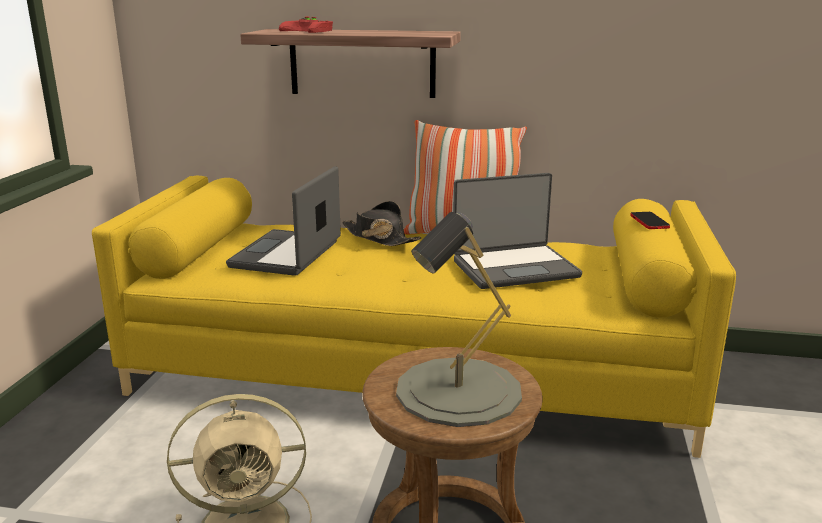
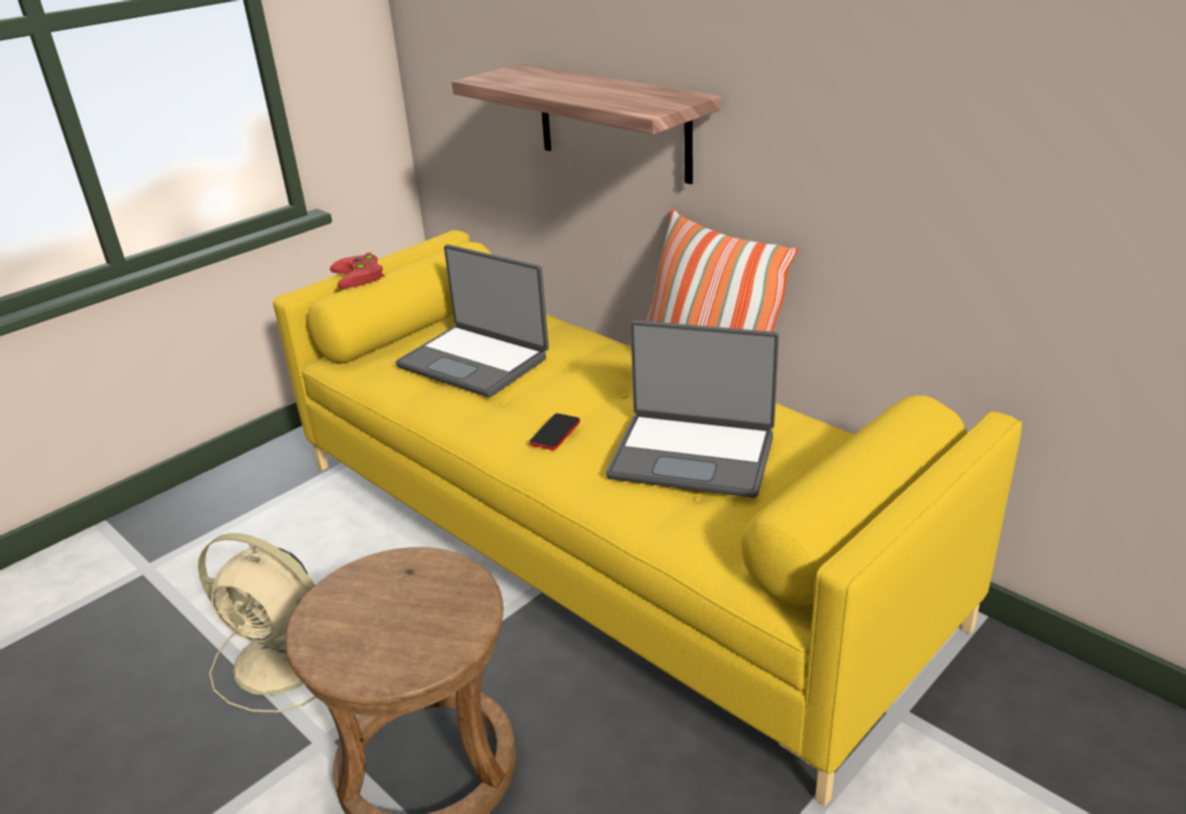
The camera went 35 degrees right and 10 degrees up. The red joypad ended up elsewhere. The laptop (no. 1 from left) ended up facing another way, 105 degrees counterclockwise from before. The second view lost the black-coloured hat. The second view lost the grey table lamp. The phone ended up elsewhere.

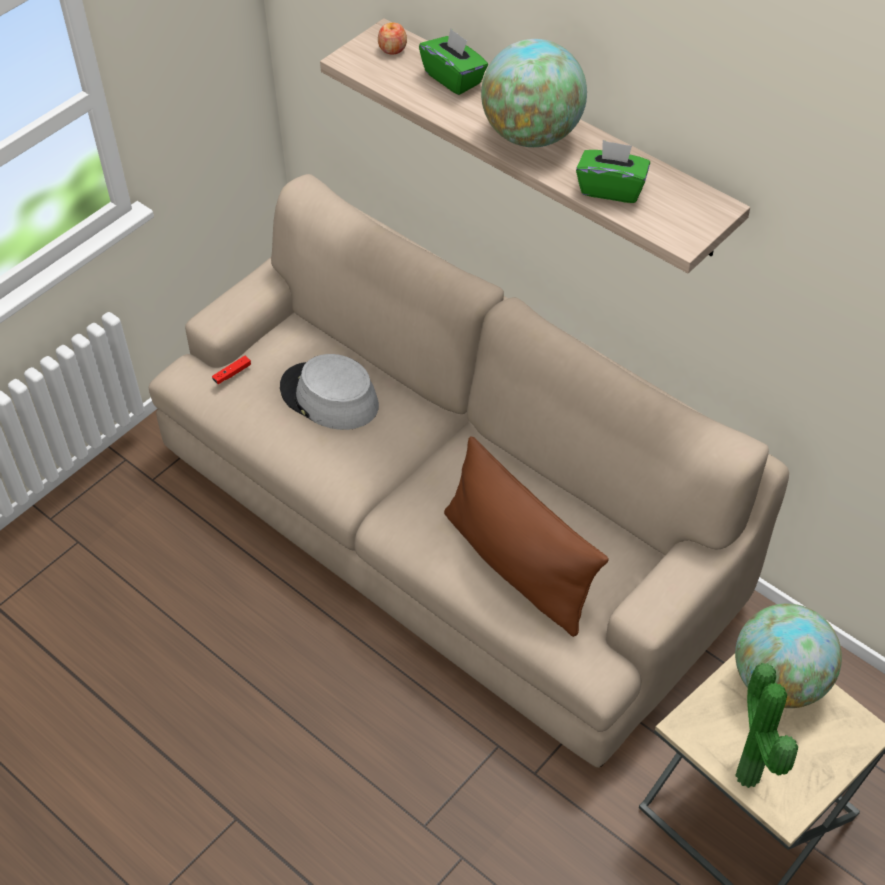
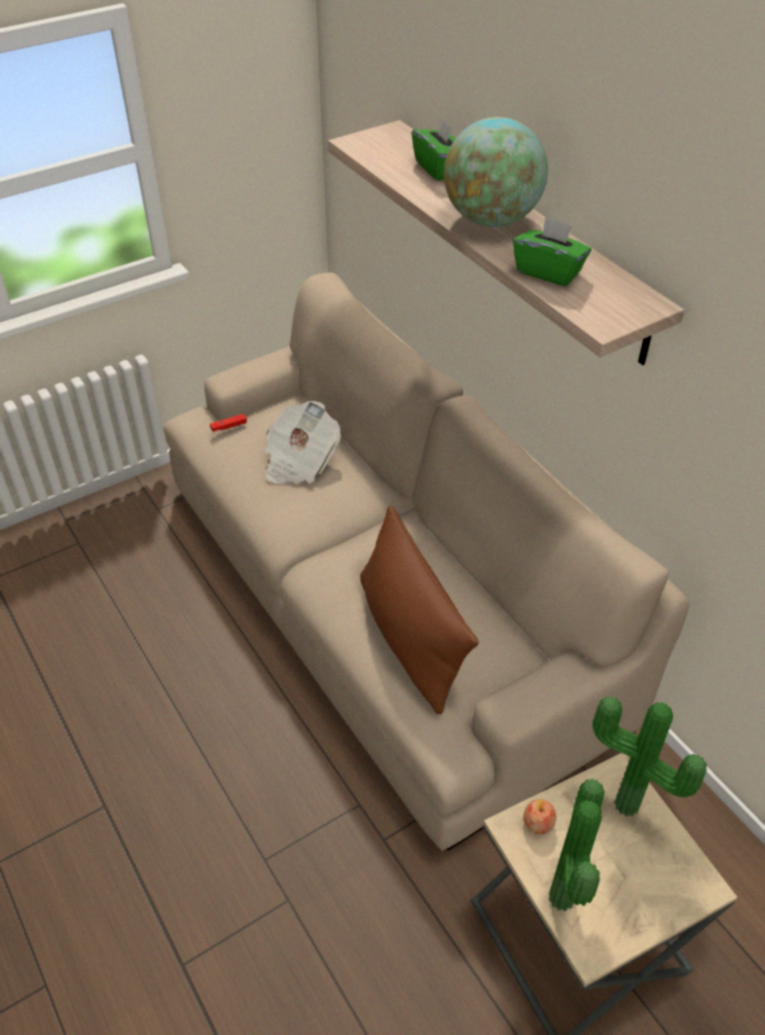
The camera went 15 degrees right and 5 degrees down. The apple ended up elsewhere. Where the grey hat stood, the newspaper came to stand. Where the globe (no. 2 from left) stood, the houseplant (no. 2 from left) came to stand.

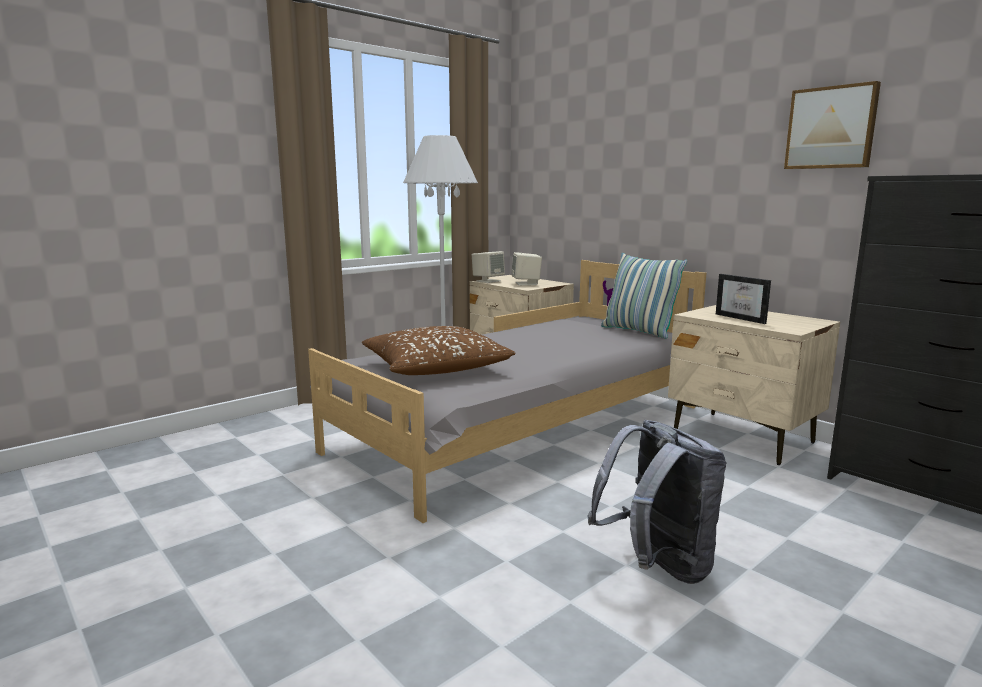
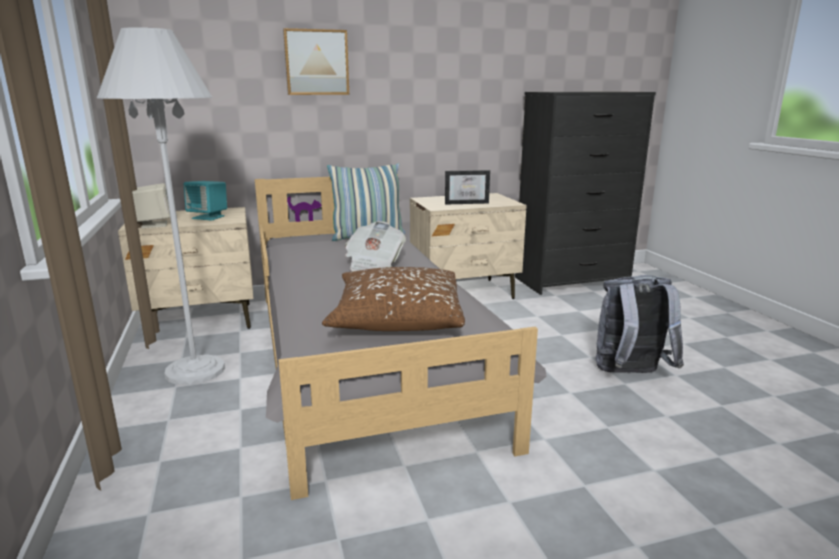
The camera went 65 degrees left and 5 degrees up. The wall art ended up elsewhere. What was the beige-coloured loudspeaker (no. 2 from left) turned into the blue-green loudspeaker. The second view gained the newspaper.

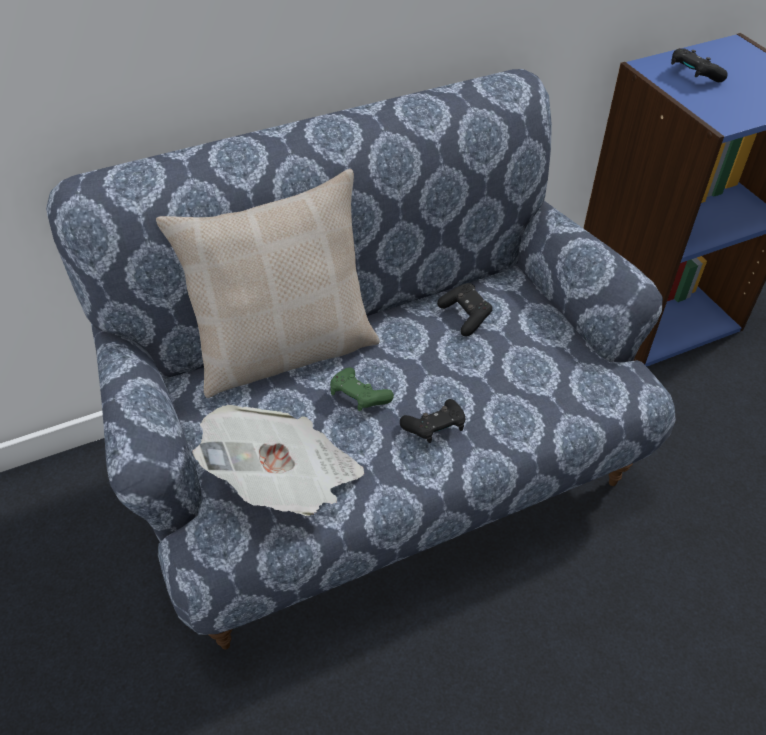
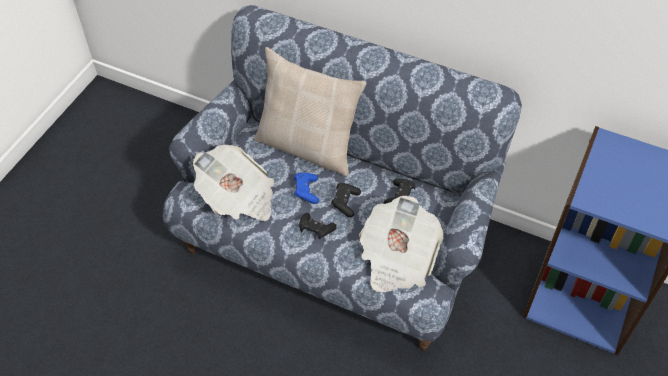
The camera went 50 degrees right and 5 degrees up. The black-coloured joypad (no. 3 from left in the first image) ended up elsewhere. What was the green joypad turned into the bluish joypad. The second view gained the newspaper (no. 2 from left).

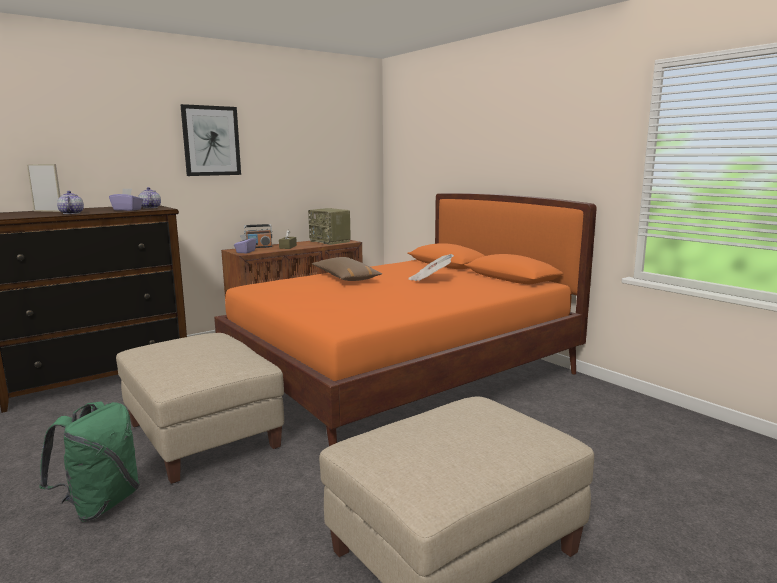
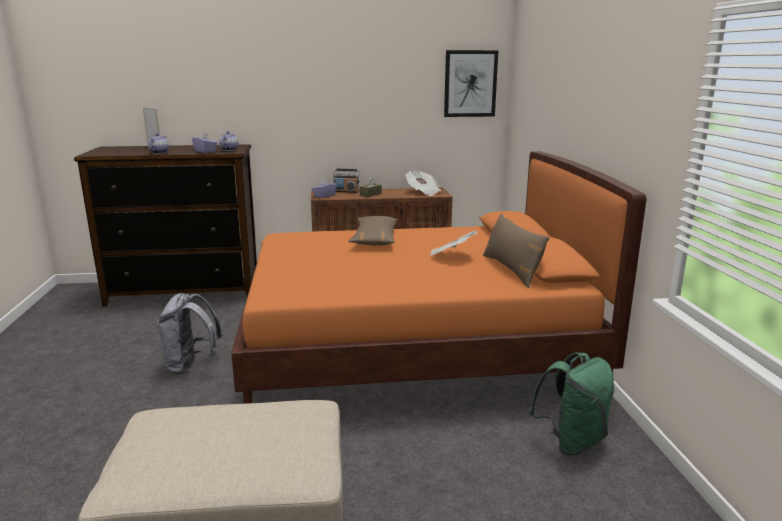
The camera went 30 degrees right and 5 degrees up. The wall art ended up elsewhere. Where the radio (no. 2 from left) stood, the newspaper (no. 1 from left) came to stand. Where the beige-coloured footrest (no. 1 from left) stood, the grey backpack came to stand. The green backpack ended up elsewhere. The second view gained the brownish cushion (no. 2 from left).

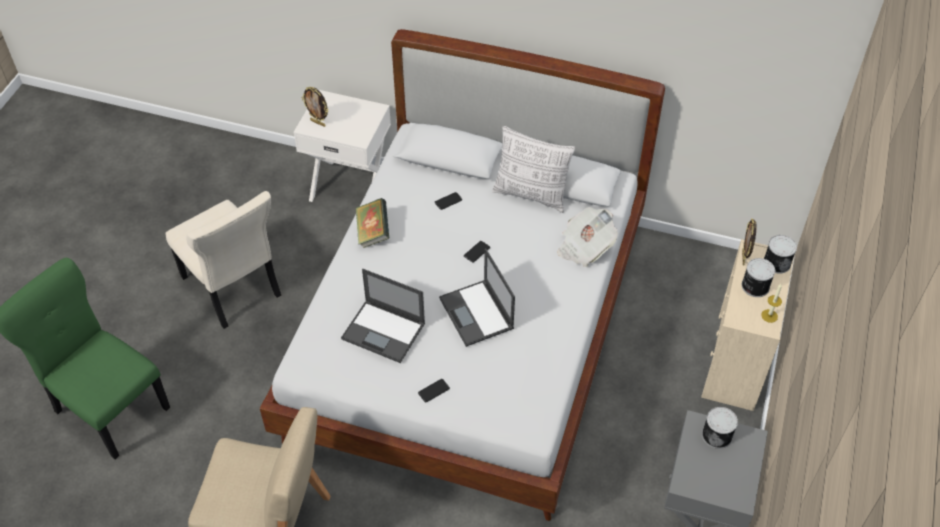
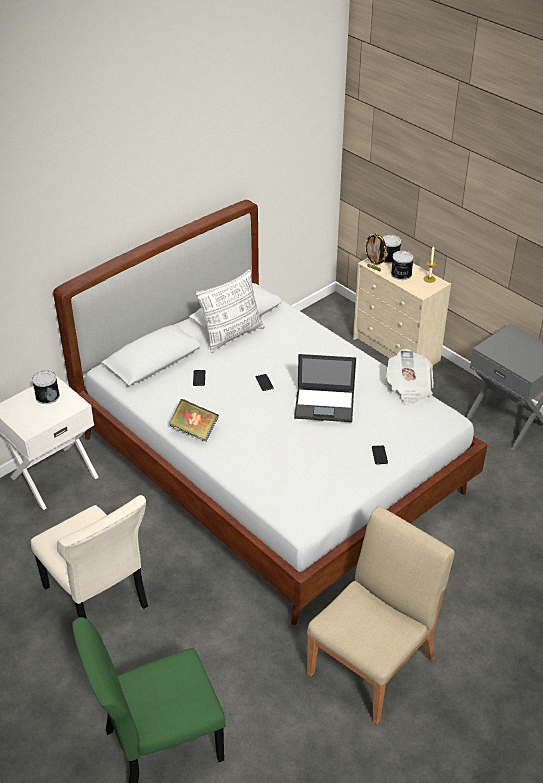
The camera went 60 degrees left and 10 degrees down. The second view lost the photo frame (no. 1 from left). The beige-coloured plain chair (no. 1 from left) ended up facing another way, 60 degrees clockwise from before. The newspaper ended up elsewhere. The second view lost the laptop (no. 1 from left). The can (no. 1 from left) ended up elsewhere.

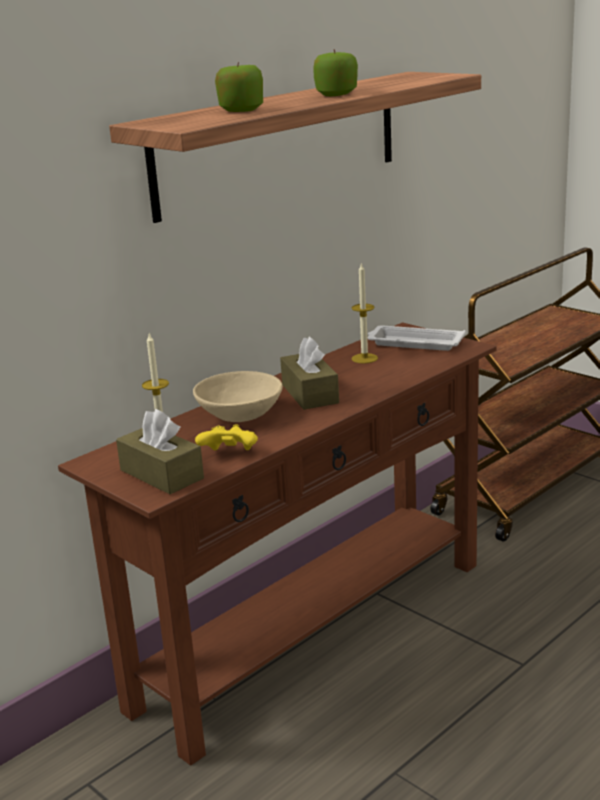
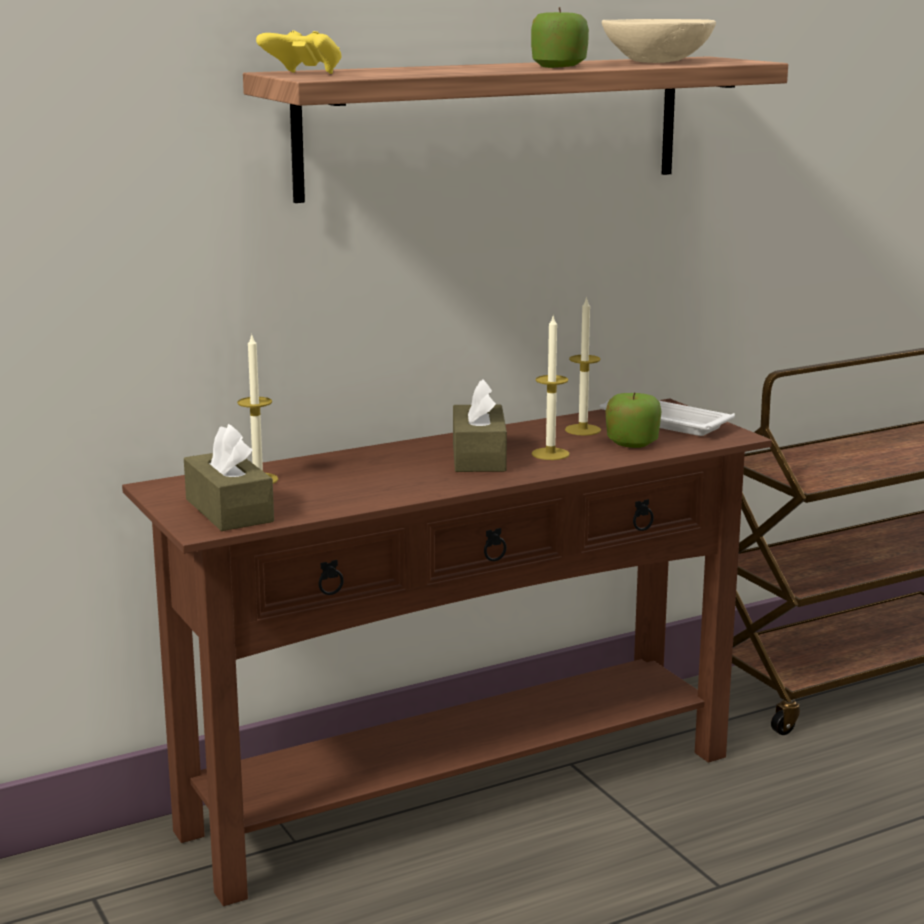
The camera went 15 degrees right and 5 degrees down. The apple (no. 1 from left in the first image) ended up elsewhere. The beige-coloured serving bowl ended up elsewhere. The yellow-coloured joypad ended up elsewhere. The second view gained the wax light (no. 2 from left).

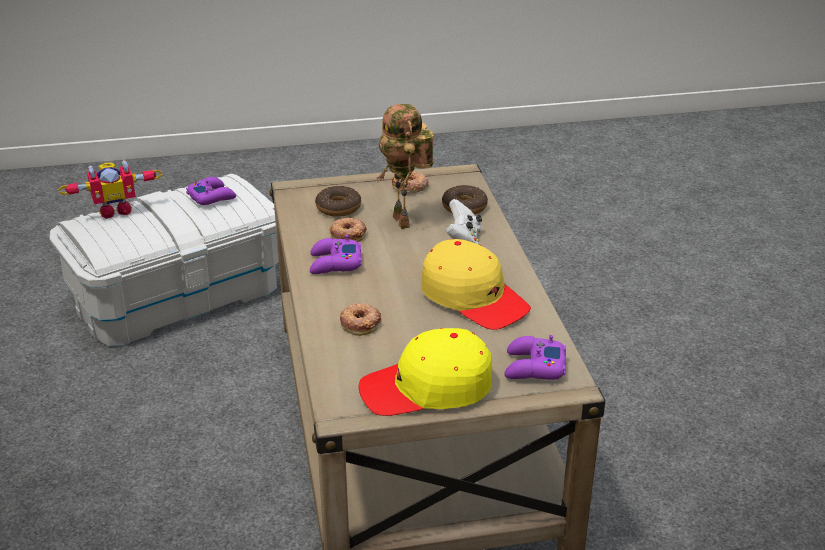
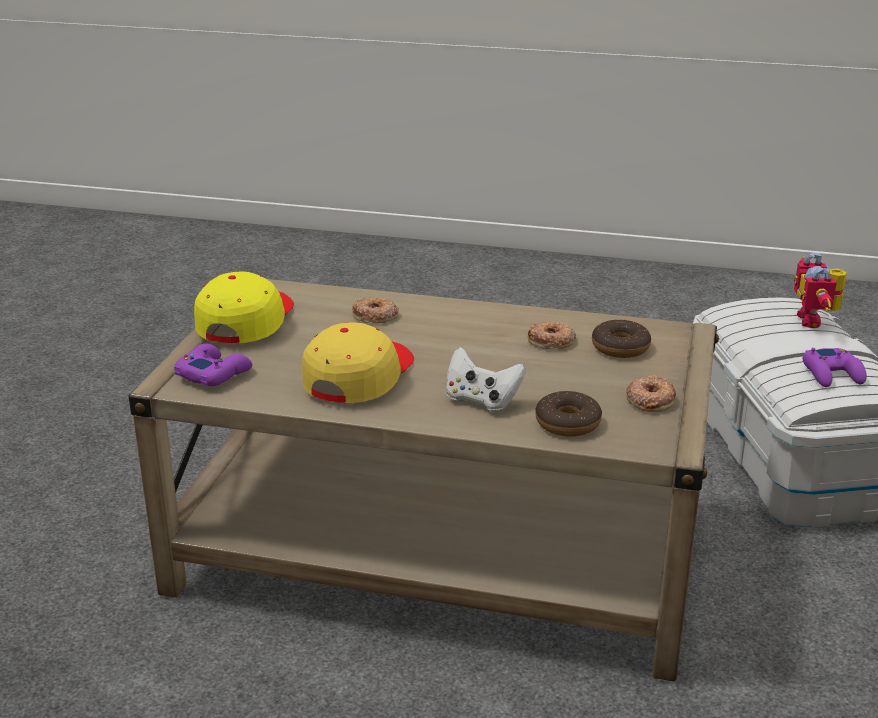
The camera went 115 degrees right and 5 degrees down. The second view lost the model robot (no. 2 from left). The second view lost the purple-coloured joypad (no. 2 from left). The yellow-coloured peaked cap (no. 2 from left) ended up facing another way, 135 degrees clockwise from before.

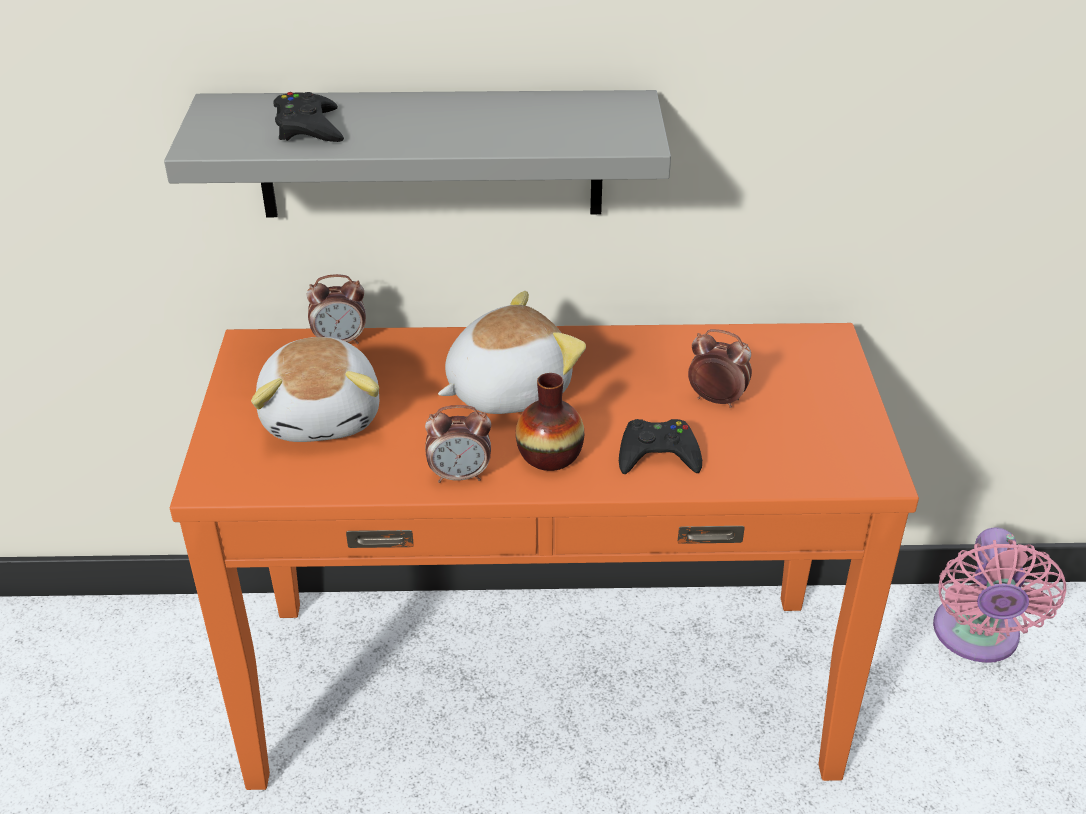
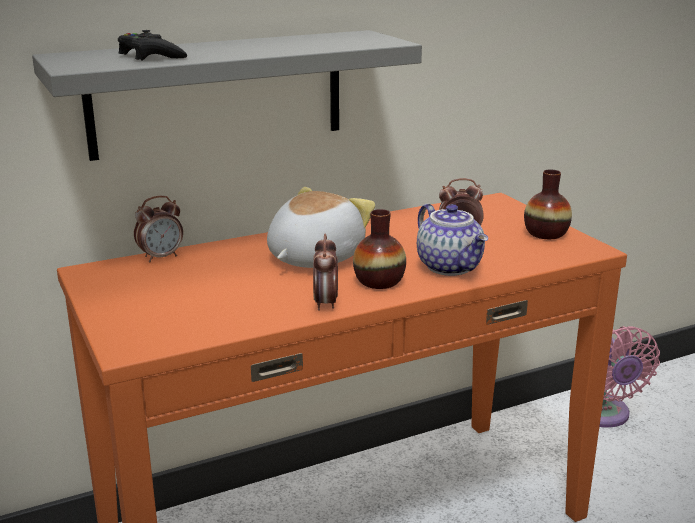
The camera went 25 degrees left and 15 degrees down. The second view lost the plush toy (no. 1 from left). The alarm clock (no. 2 from left) ended up facing another way, 120 degrees clockwise from before. Where the black-coloured joypad (no. 2 from left) stood, the pot for tea came to stand. The second view gained the flower vase (no. 2 from left).

